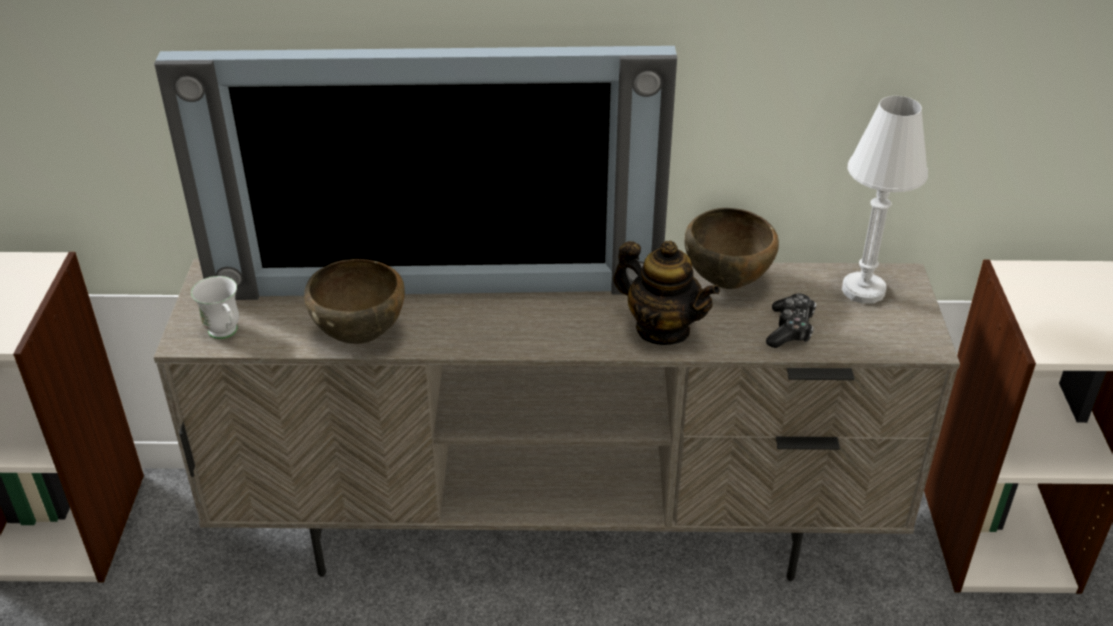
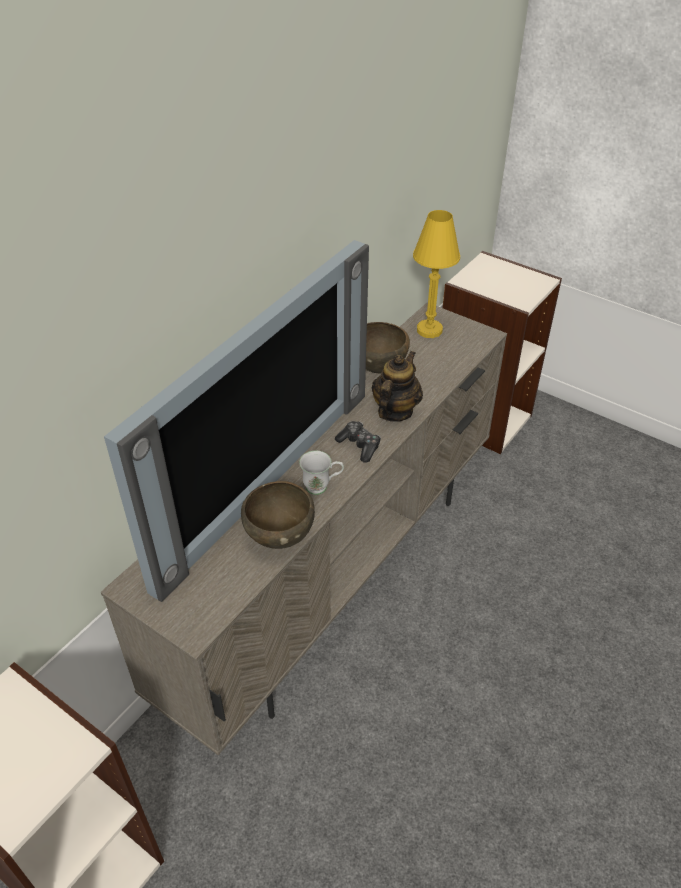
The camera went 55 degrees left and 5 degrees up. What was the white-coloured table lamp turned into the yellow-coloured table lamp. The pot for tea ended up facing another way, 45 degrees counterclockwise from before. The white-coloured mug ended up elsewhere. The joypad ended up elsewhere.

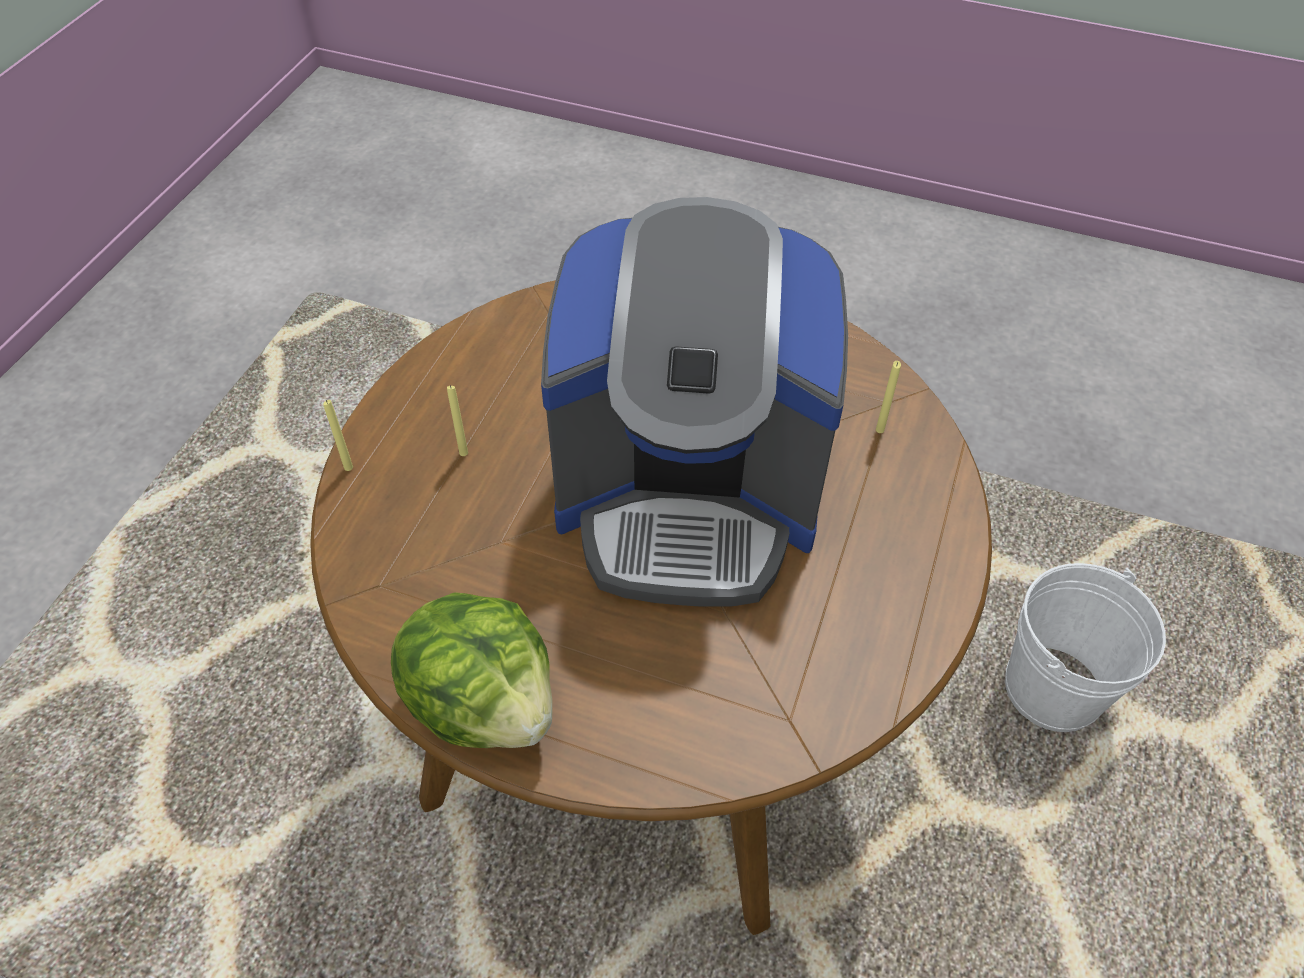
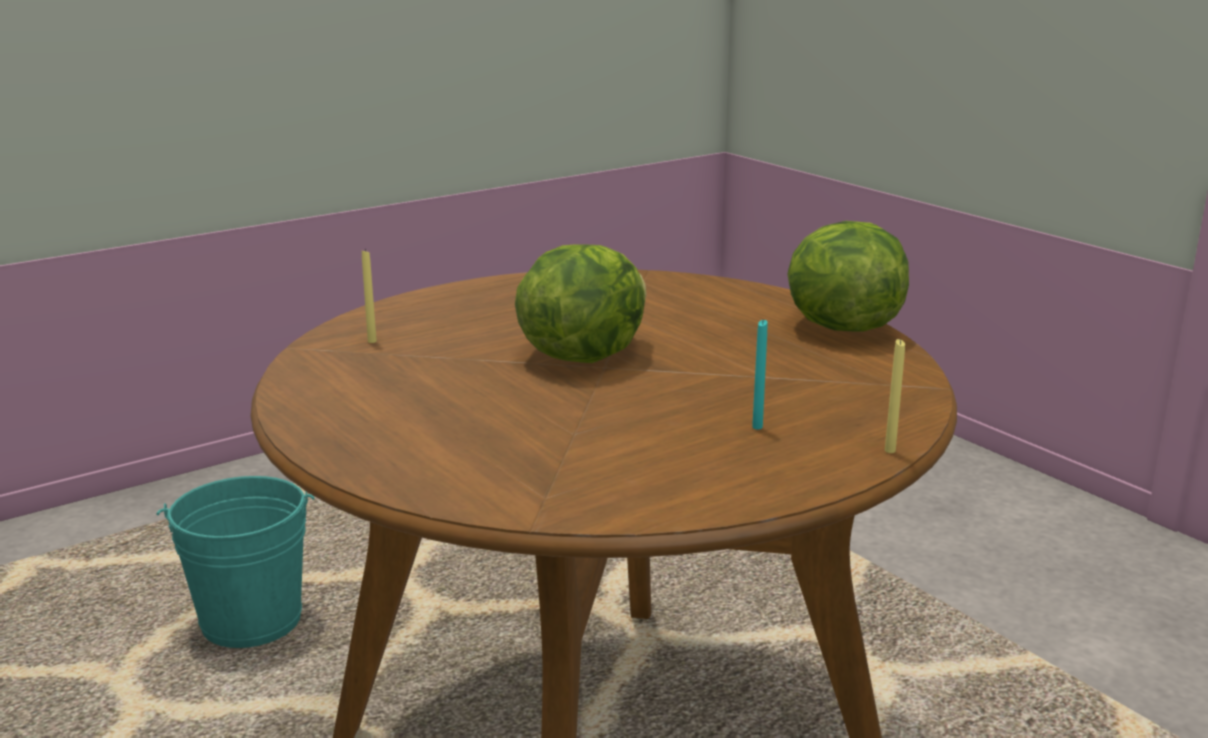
The camera went 145 degrees left and 30 degrees down. Where the coffee brewer stood, the head of lettuce (no. 1 from left) came to stand. What was the yellow-coloured wax light (no. 2 from left) turned into the blue-green wax light. What was the white-coloured water bucket turned into the blue-green water bucket.

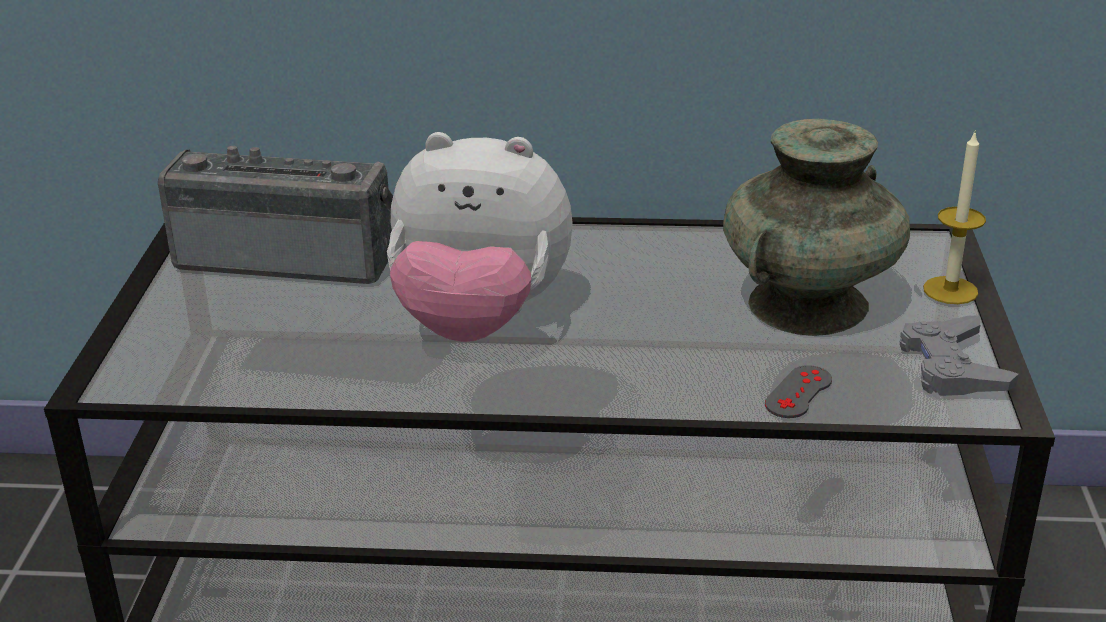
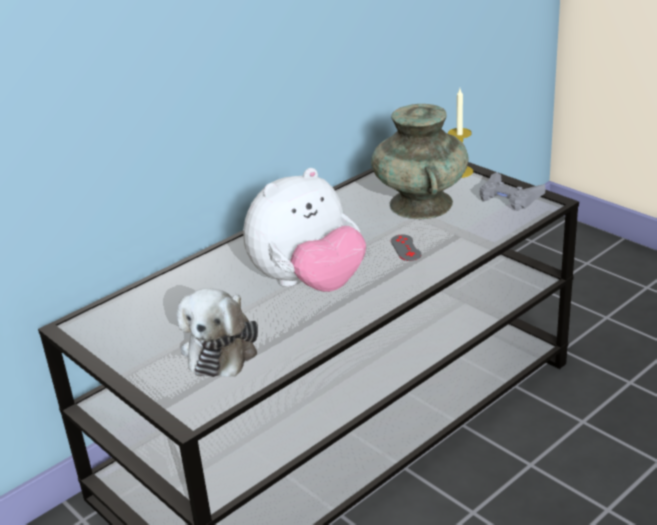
The camera went 45 degrees left and 0 degrees up. The second view lost the radio. The grey joypad (no. 1 from left) ended up elsewhere. The second view gained the plush toy (no. 1 from left).

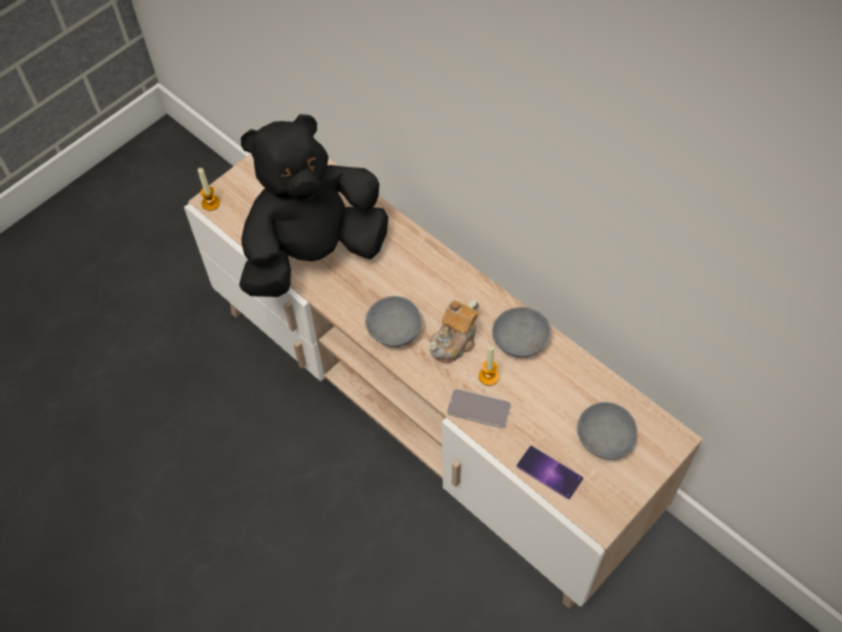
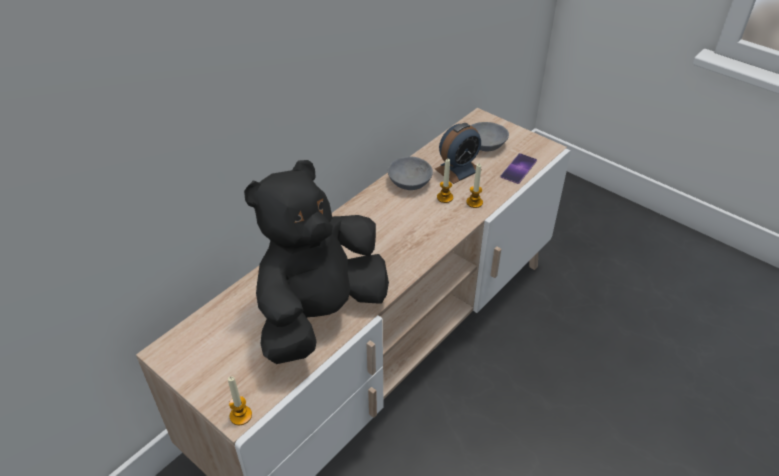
The camera went 95 degrees left and 15 degrees down. The black-coloured plush toy ended up facing another way, 75 degrees clockwise from before. The second view lost the grey serving bowl (no. 1 from left). The second view lost the pot for tea. Where the phone (no. 1 from left) stood, the wax light (no. 3 from left) came to stand. The second view gained the alarm clock.

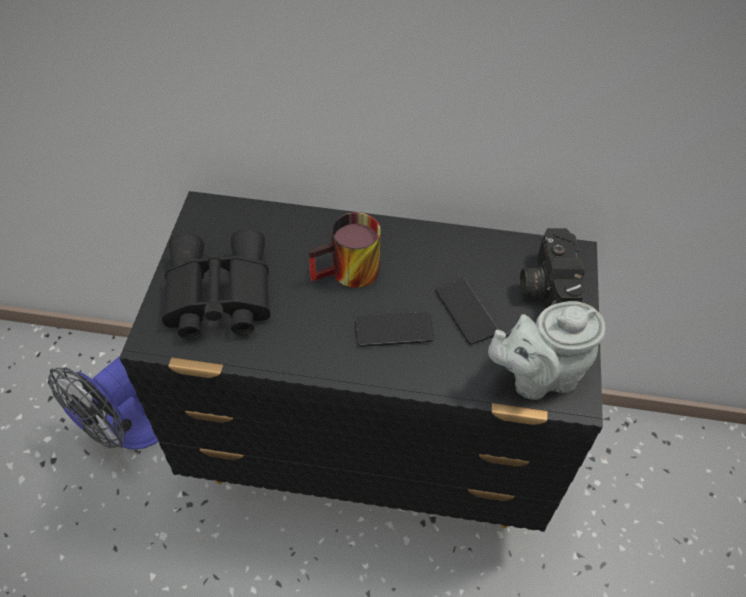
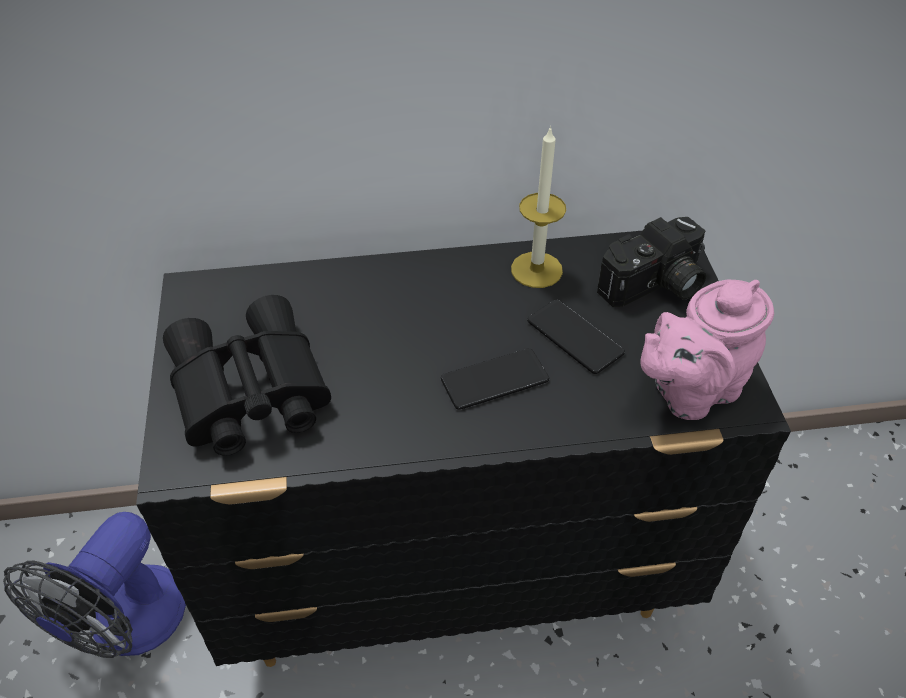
The camera went 15 degrees left and 5 degrees down. The second view lost the mug. The still camera ended up facing another way, 105 degrees counterclockwise from before. What was the grey pot for tea turned into the pink pot for tea. The second view gained the wax light.

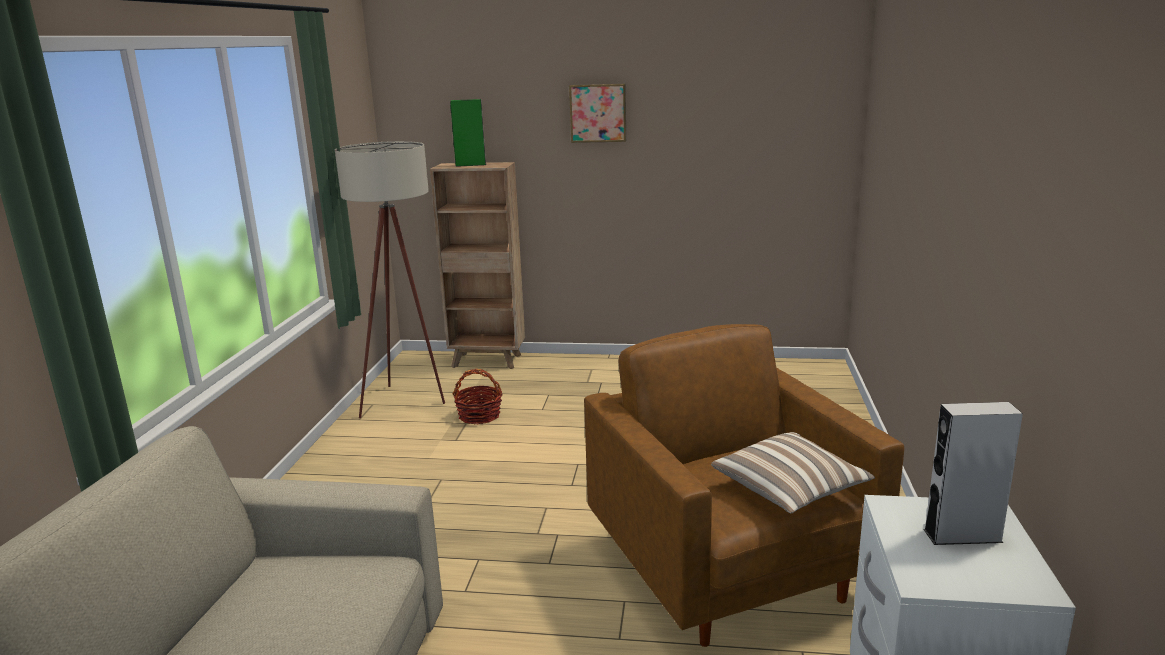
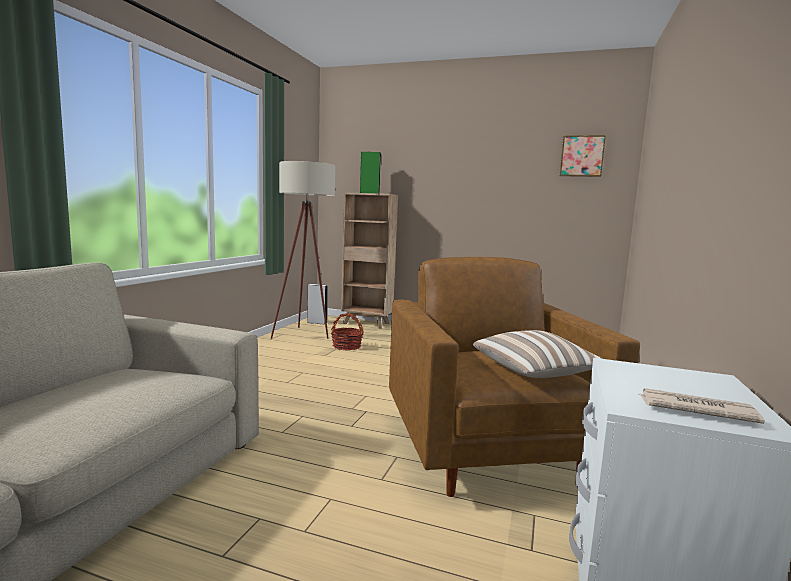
The camera went 10 degrees right and 10 degrees down. The wall art ended up elsewhere. The grey loudspeaker ended up elsewhere. The second view gained the newspaper.

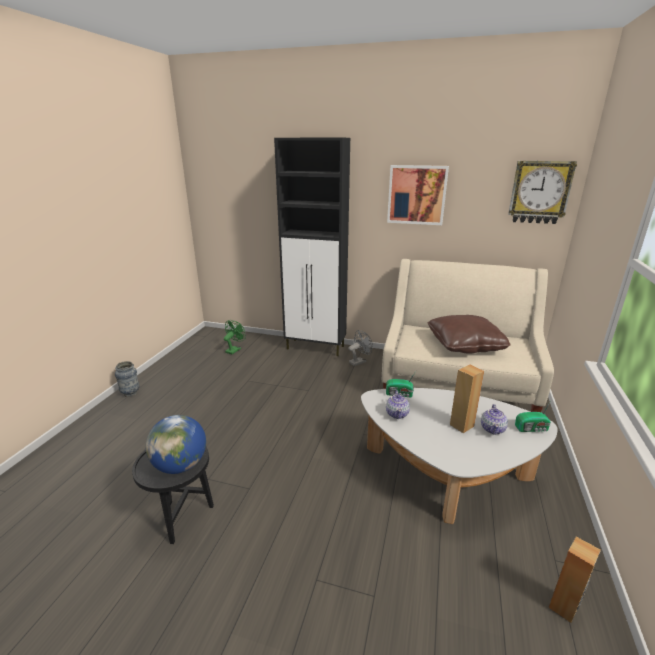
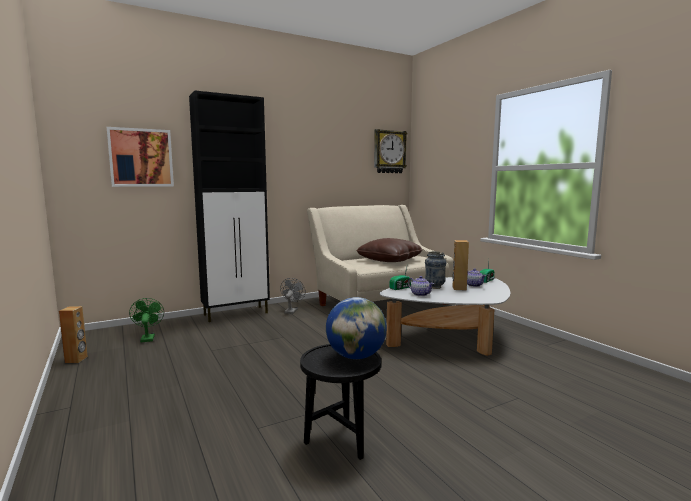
The camera went 45 degrees left and 15 degrees down. The wall art ended up elsewhere. The flower vase ended up elsewhere. The brownish loudspeaker (no. 2 from left in the first image) ended up elsewhere.

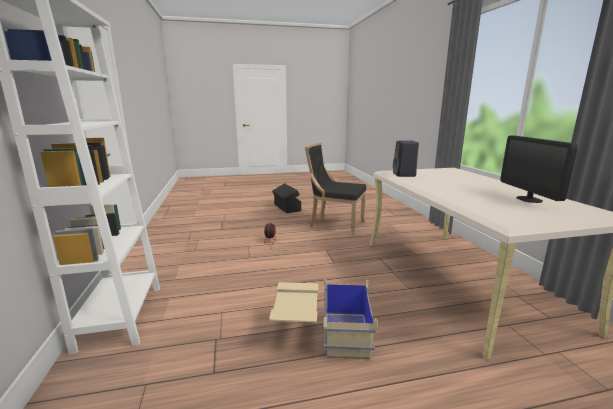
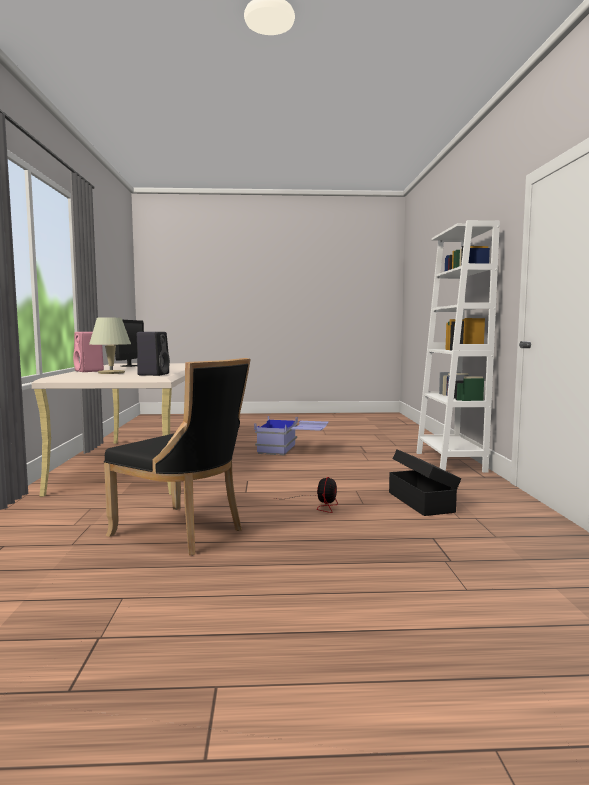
The camera went 170 degrees left and 10 degrees down. The black-coloured storage box ended up elsewhere. What was the beige-coloured storage box turned into the bluish storage box. The second view gained the beige-coloured table lamp. The second view gained the pink loudspeaker.

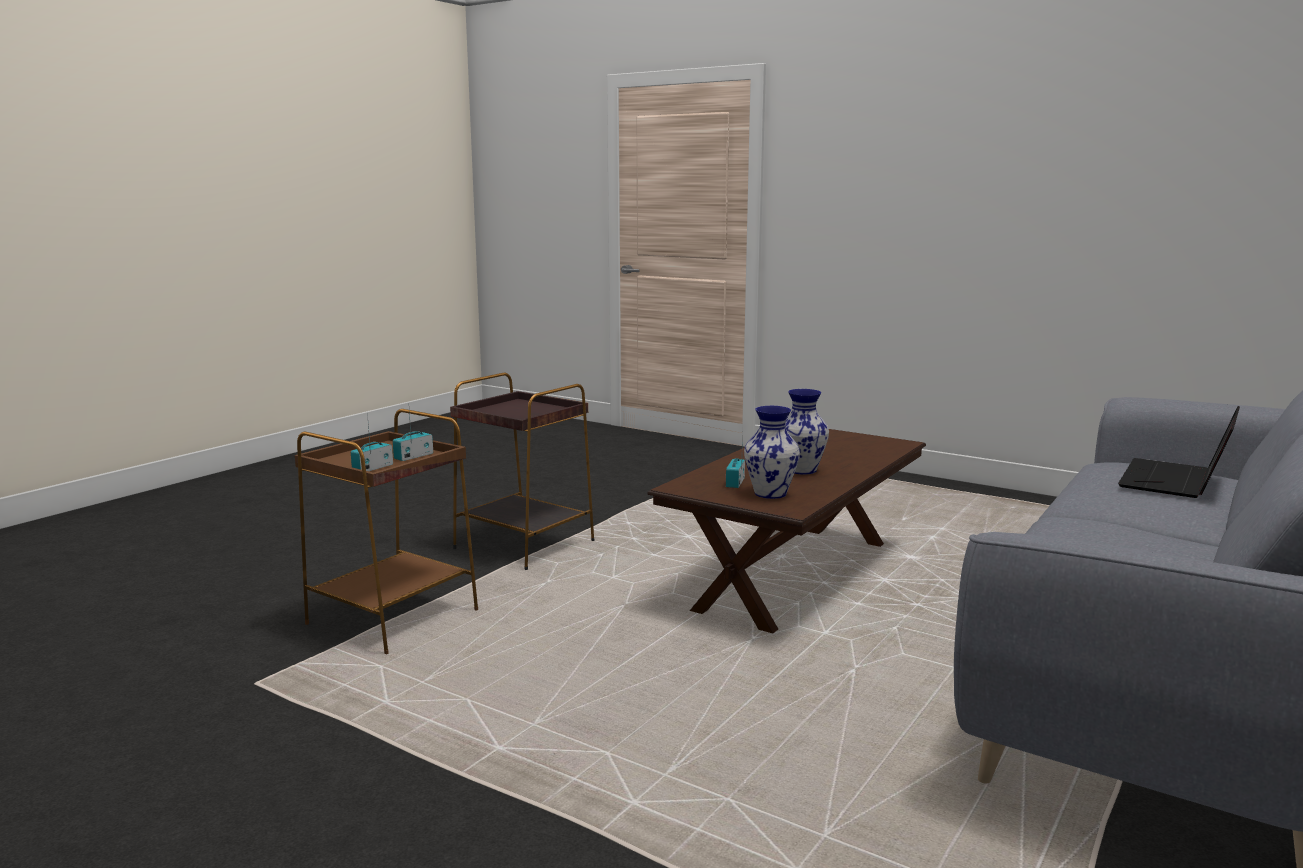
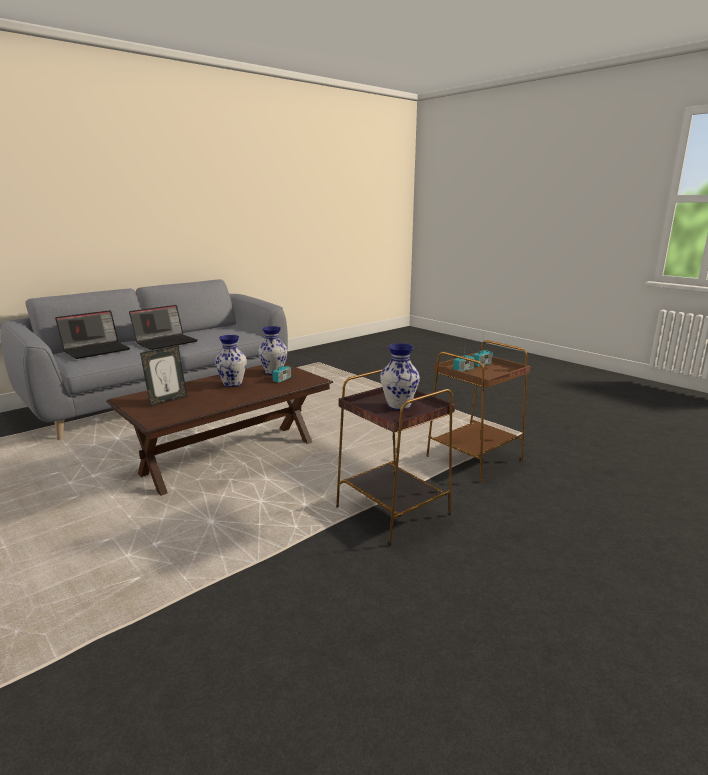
The camera went 165 degrees left and 5 degrees up. The second view gained the laptop (no. 2 from left). The second view gained the flower vase (no. 3 from left). The second view gained the photo frame.

